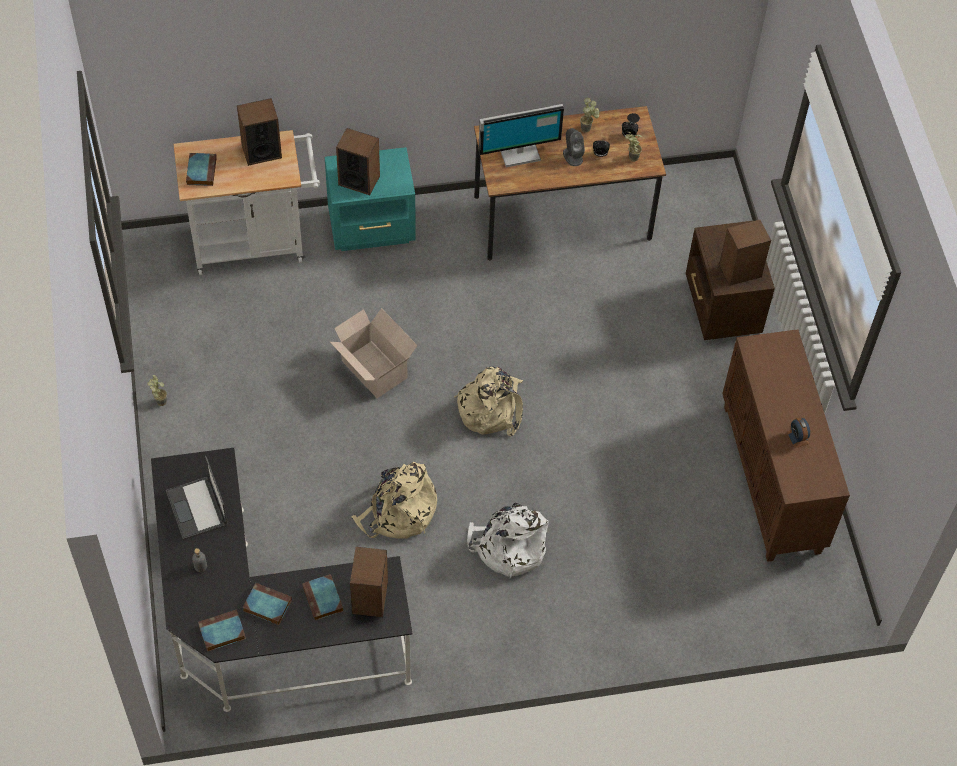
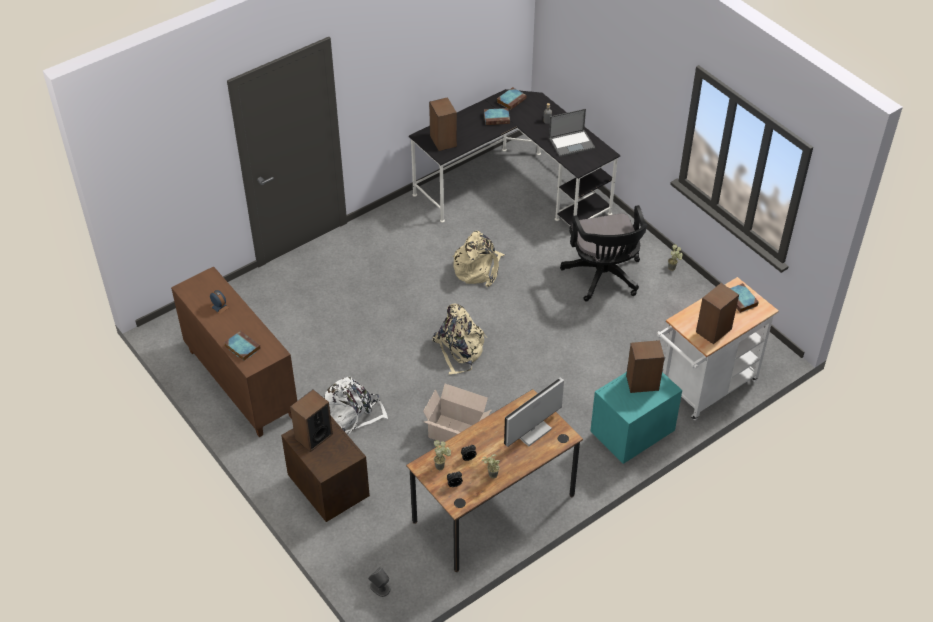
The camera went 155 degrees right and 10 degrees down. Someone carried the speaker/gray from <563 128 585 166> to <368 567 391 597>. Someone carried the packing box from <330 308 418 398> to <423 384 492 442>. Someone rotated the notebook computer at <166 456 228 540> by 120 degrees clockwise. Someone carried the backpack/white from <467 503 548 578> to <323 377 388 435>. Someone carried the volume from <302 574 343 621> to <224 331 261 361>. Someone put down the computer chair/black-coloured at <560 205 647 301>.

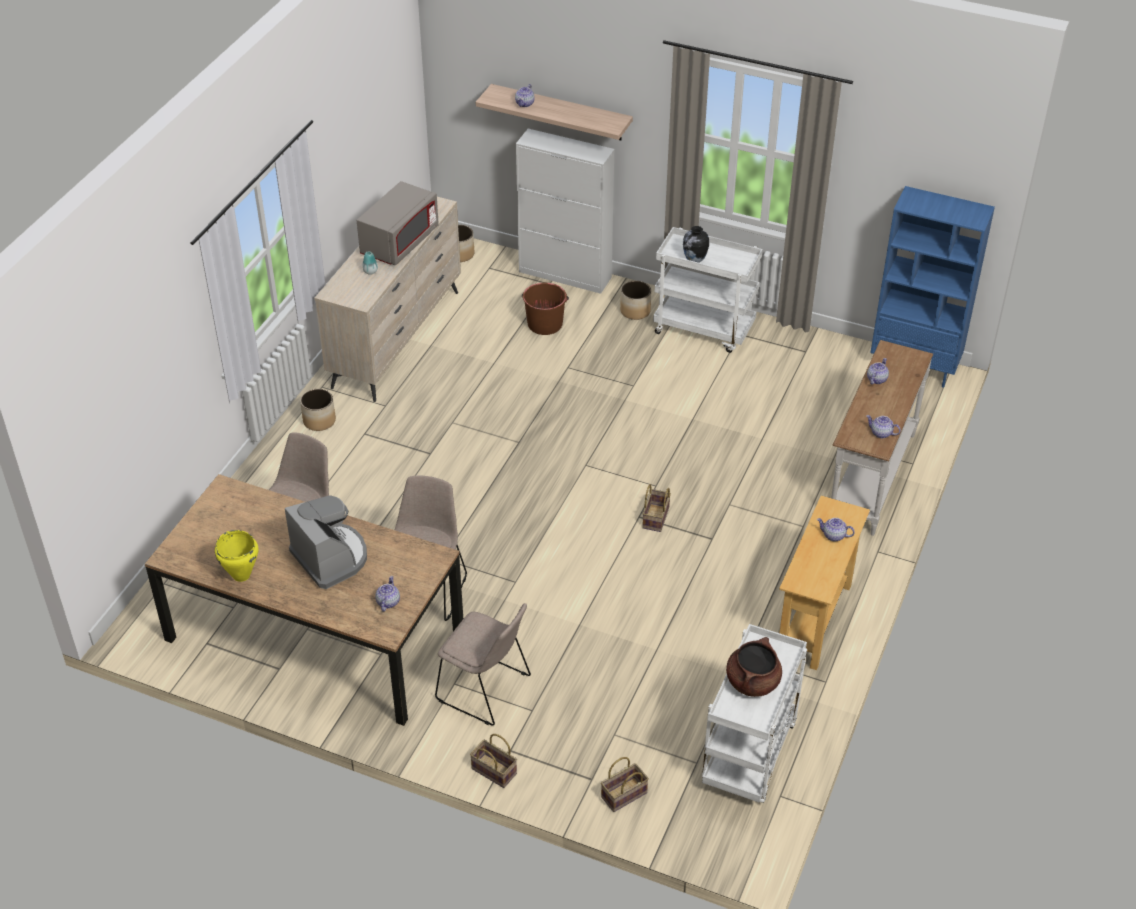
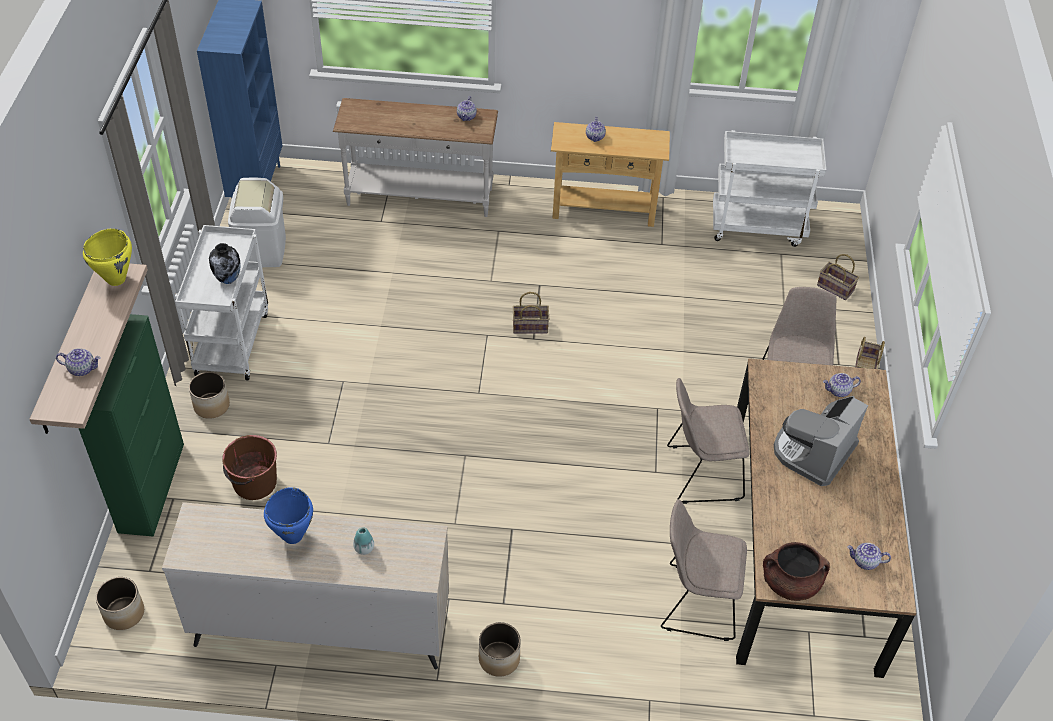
The camera went 110 degrees left and 5 degrees up. Someone repainted the cabinet/white at <516 129 615 294>, which became the cabinet/green at <78 314 184 537>. Someone swapped the kitchen microwave/gray at <357 181 439 265> for the cooking pot/blue at <264 487 313 544>. Someone carried the pot for tea from <867 358 889 385> to <847 543 891 570>. Someone carried the cooking pot/yellow-coloured from <215 530 258 582> to <83 228 132 286>. Someone carried the cooking pot/brownish from <726 637 782 697> to <763 542 830 601>. Someone put down the waste bin/white at <228 177 286 267>.

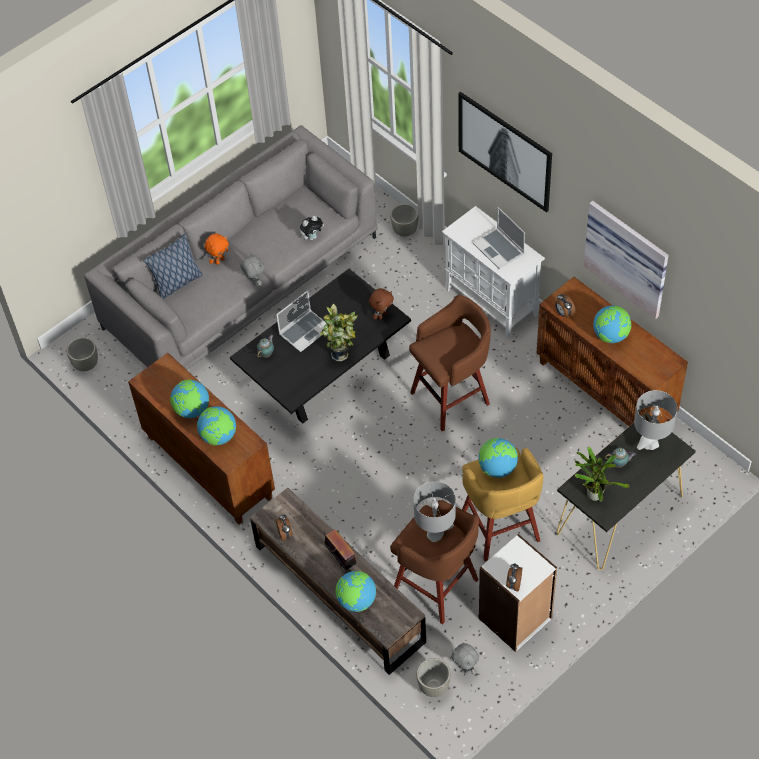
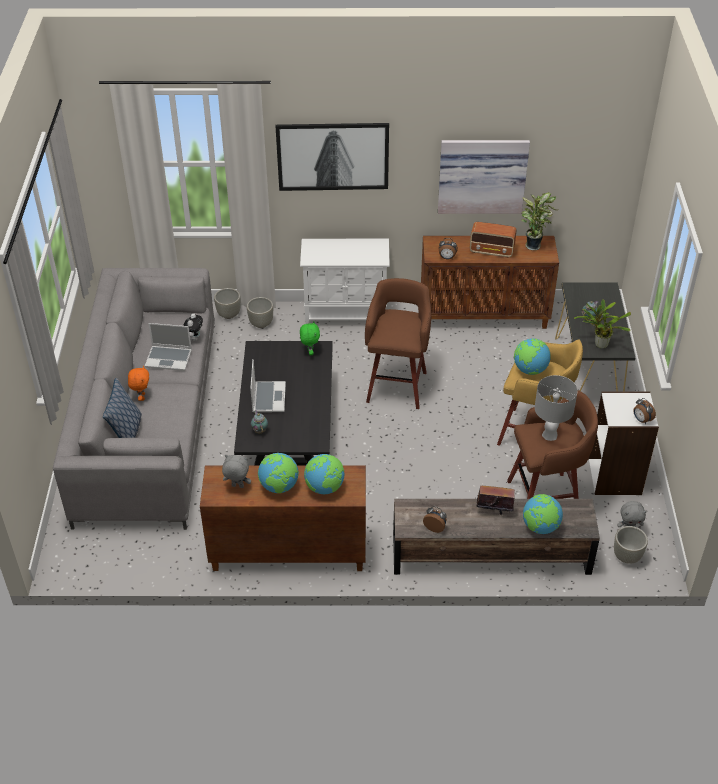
The camera went 50 degrees left and 10 degrees down. Someone carried the notebook computer from <473 207 525 269> to <145 323 192 371>. Someone carried the plush toy/gray from <240 253 264 286> to <222 455 251 488>. Someone repainted the plush toy/brownish at <369 288 394 320>, which became the plush toy/green at <300 321 320 355>. Someone carried the potted plant from <320 304 357 361> to <521 192 558 250>. Someone swapped the globe at <593 306 631 343> for the radio at <470 222 516 258>. Someone carried the flower pot/gray from <67 337 98 372> to <247 297 273 328>. Someone took away the table lamp/gray at <634 390 677 450>.

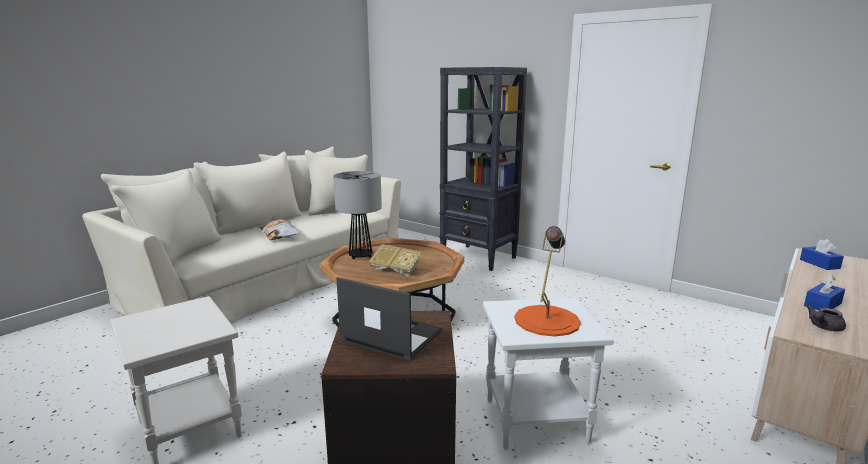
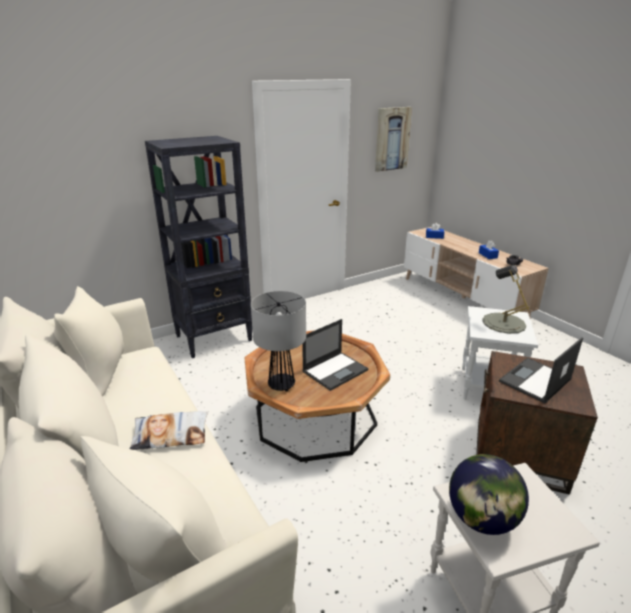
The camera went 70 degrees left and 10 degrees up. Someone repainted the table lamp/orange-coloured at <514 226 581 337>, which became the table lamp/gray at <482 265 530 334>. Someone swapped the volume at <369 244 422 277> for the notebook computer at <302 319 368 391>. Someone put up the picture at <375 107 412 172>. Someone put down the globe at <449 454 529 535>.

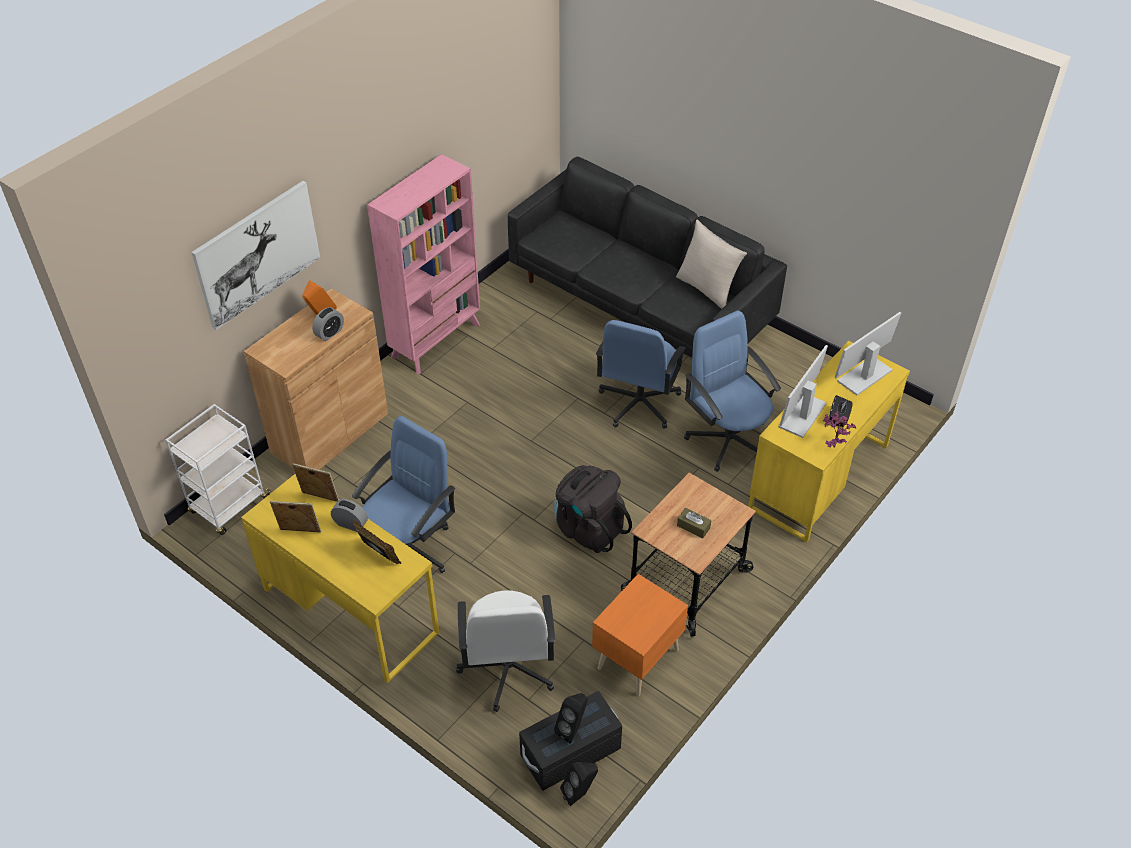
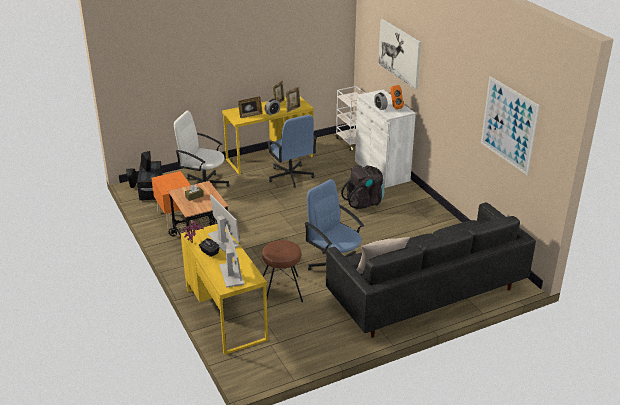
The camera went 115 degrees right and 15 degrees down. Someone took away the bookcase/pink at <367 154 480 374>. Someone repainted the cabinet/brownish at <244 288 388 470>, which became the cabinet/white at <355 90 416 188>. Someone swapped the computer chair/blue at <684 311 781 472> for the sitting stool/brownish at <262 240 303 302>. Someone carried the backpack/black-coloured from <554 465 632 553> to <341 165 384 210>. Someone put up the picture at <481 76 540 176>.

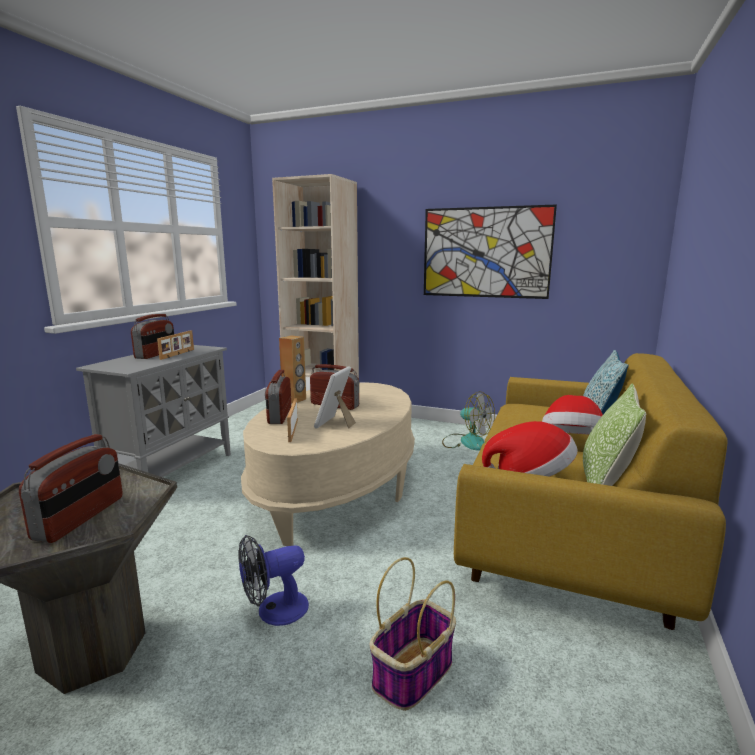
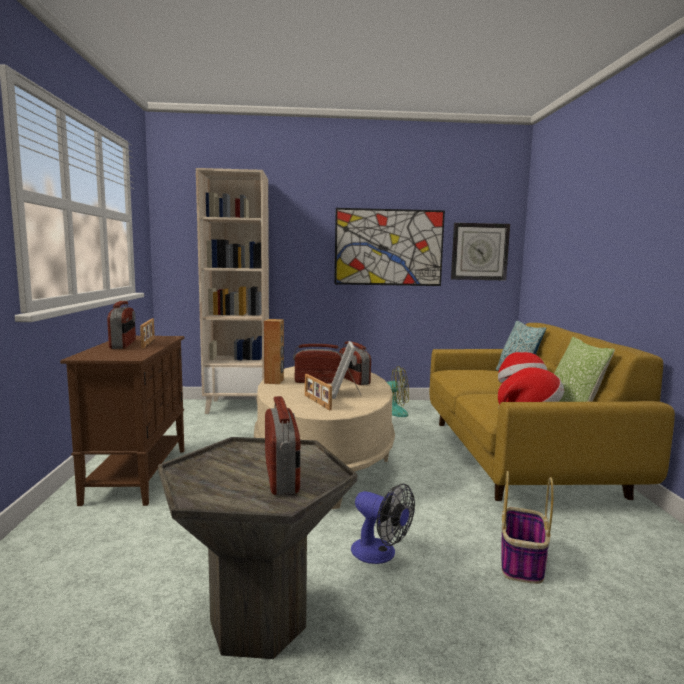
The camera went 25 degrees left and 5 degrees down. Someone repainted the cabinet/gray at <76 345 231 477>, which became the cabinet/brownish at <60 336 184 506>. Someone carried the radio from <265 370 291 424> to <339 341 371 385>. Someone rotated the fan at <238 535 309 626> by 90 degrees counterclockwise. Someone put up the hanging clock at <451 223 510 280>.

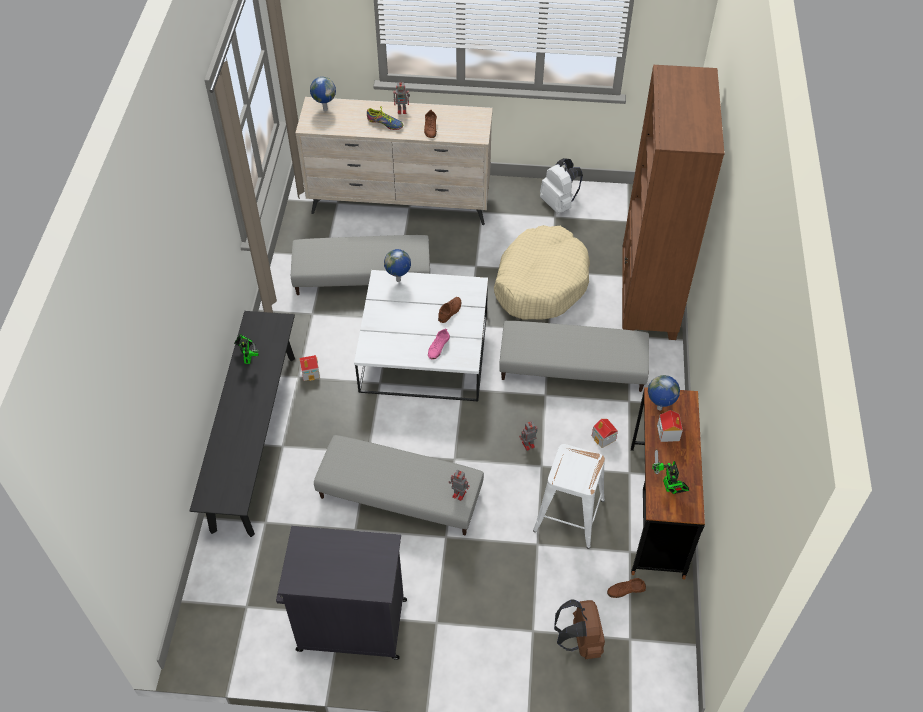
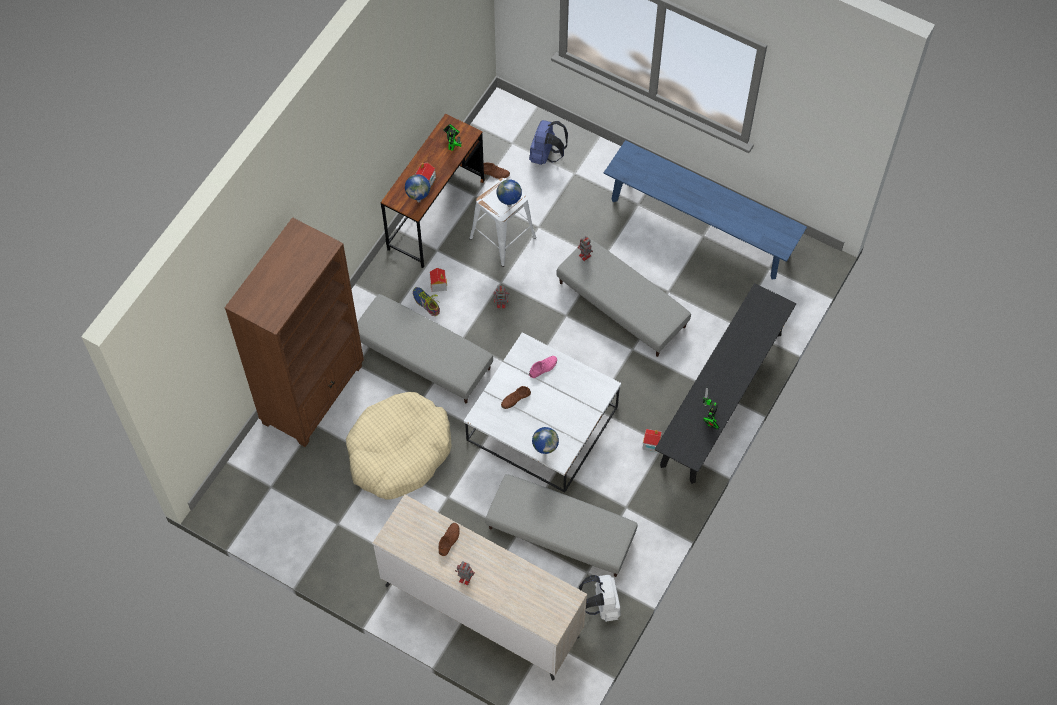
The camera went 155 degrees left and 10 degrees up. Someone carried the globe from <310 77 336 111> to <497 180 522 207>. Someone carried the low shoe from <367 106 403 130> to <413 287 440 316>. Someone carried the backpack/white from <540 158 583 213> to <579 575 621 622>. Someone swapped the cabinet/black-coloured at <276 526 407 660> for the indoor bench/blue at <604 140 807 279>. Someone repainted the backpack/brownish at <554 599 605 659>, which became the backpack/blue at <529 120 568 165>.

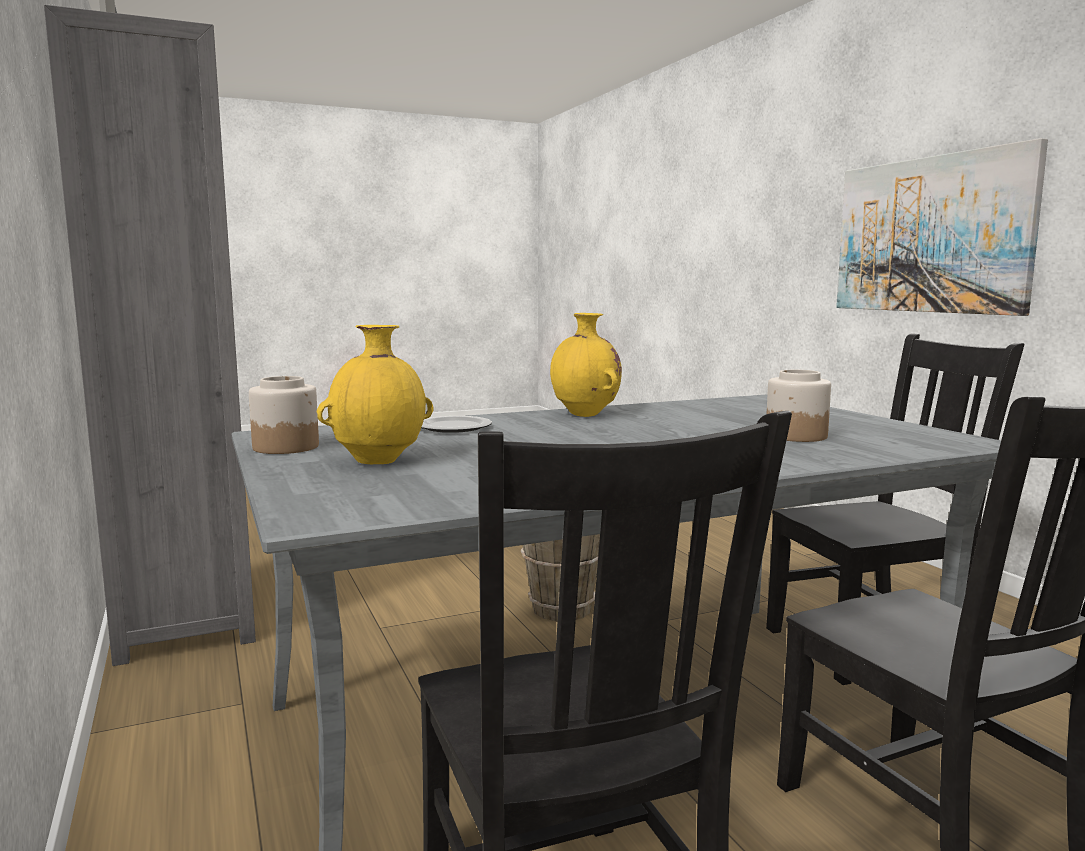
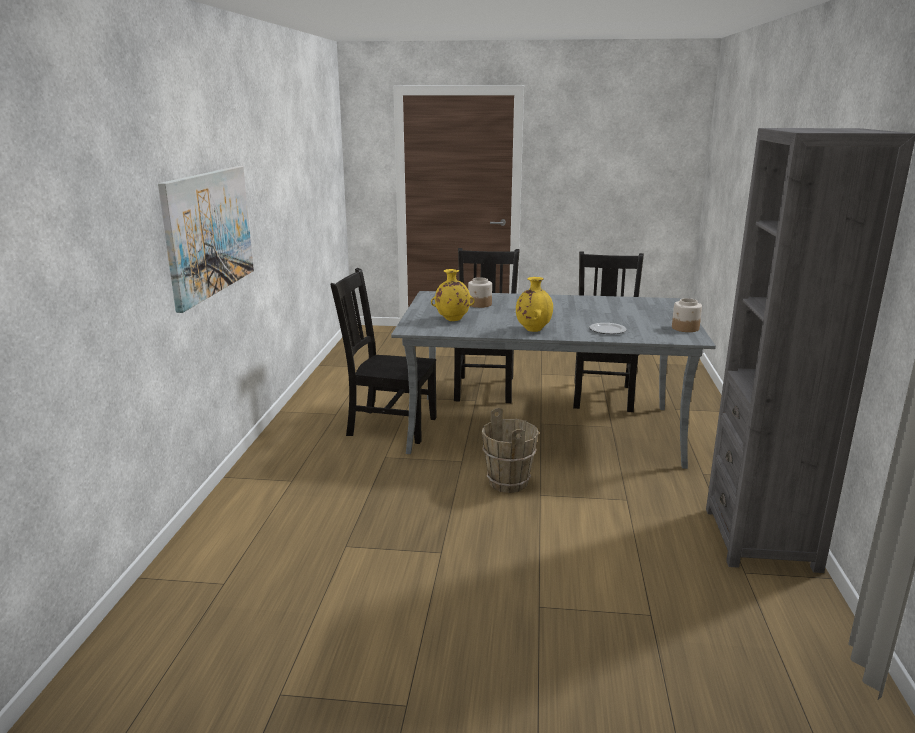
The camera went 150 degrees left and 10 degrees up. Someone carried the decorative vase/yellow-coloured from <317 325 433 464> to <431 269 475 321>.

